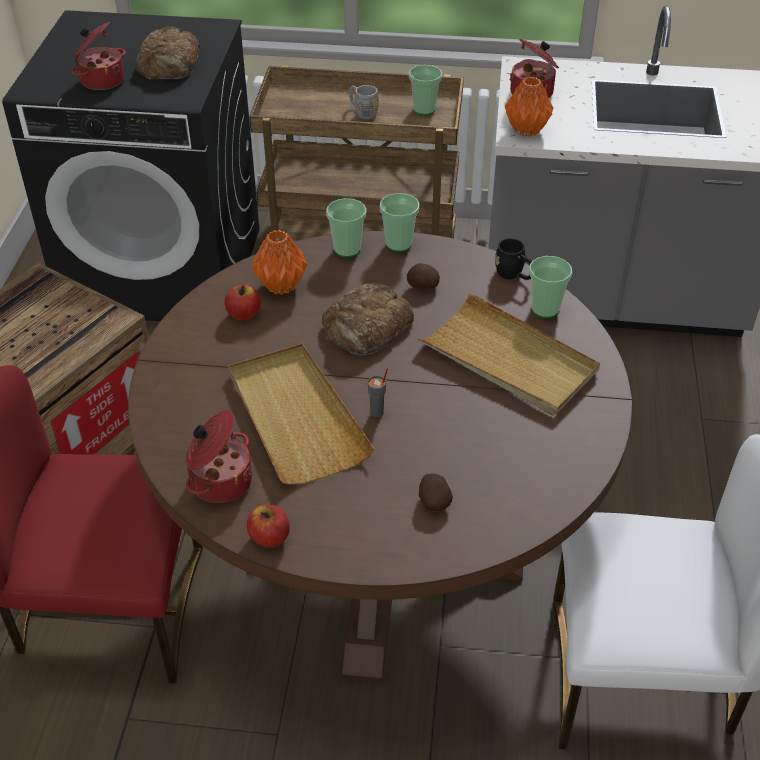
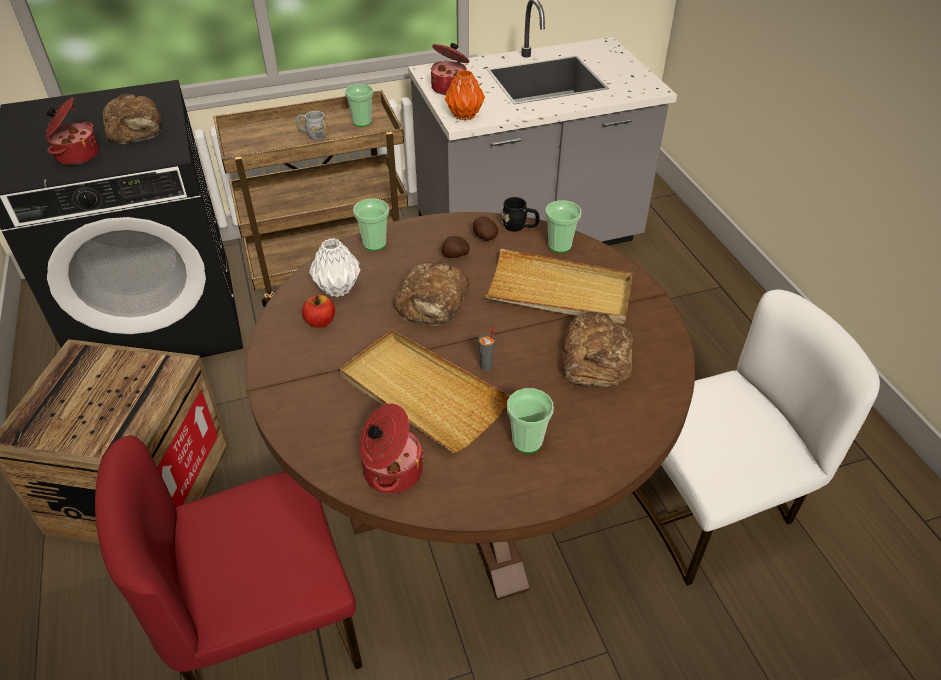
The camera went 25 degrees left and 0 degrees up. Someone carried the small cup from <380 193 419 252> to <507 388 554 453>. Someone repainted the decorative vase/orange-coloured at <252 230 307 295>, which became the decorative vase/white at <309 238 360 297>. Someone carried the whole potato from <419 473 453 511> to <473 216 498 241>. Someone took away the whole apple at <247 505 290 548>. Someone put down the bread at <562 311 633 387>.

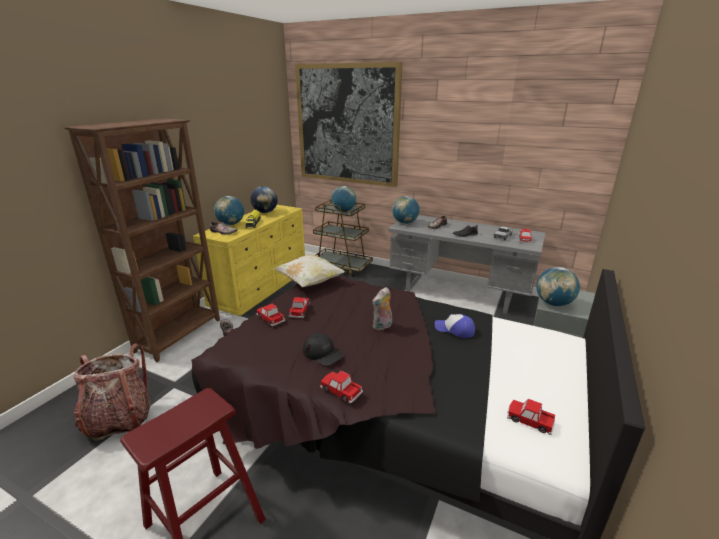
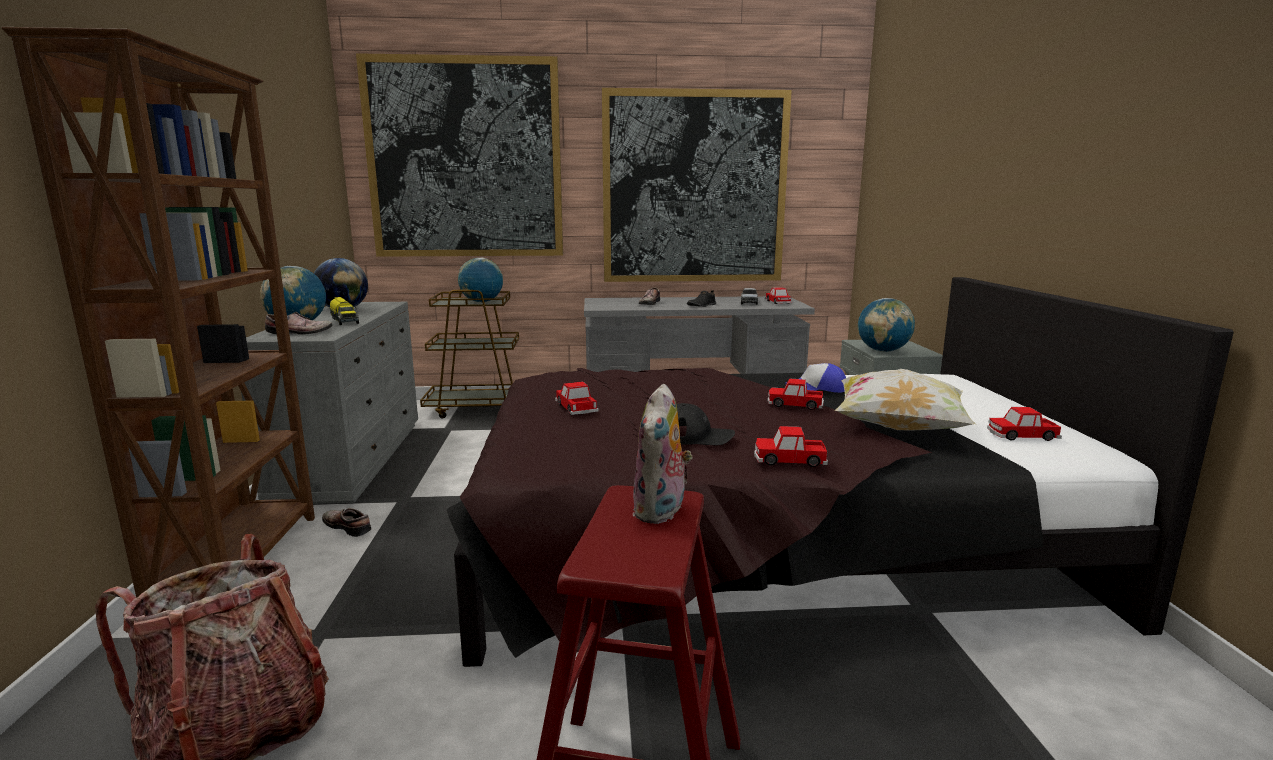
The camera went 30 degrees left and 10 degrees down. Someone took away the globe at <392 196 419 224>. Someone repainted the dresser/yellow-coloured at <193 205 305 316>, which became the dresser/gray at <241 302 418 504>. Someone carried the cushion from <273 255 346 287> to <835 369 976 430>. Someone carried the plush toy from <372 287 392 331> to <632 384 692 524>. Someone carried the model car from <256 304 286 326> to <767 379 824 410>. Someone put up the picture at <602 88 792 282>.

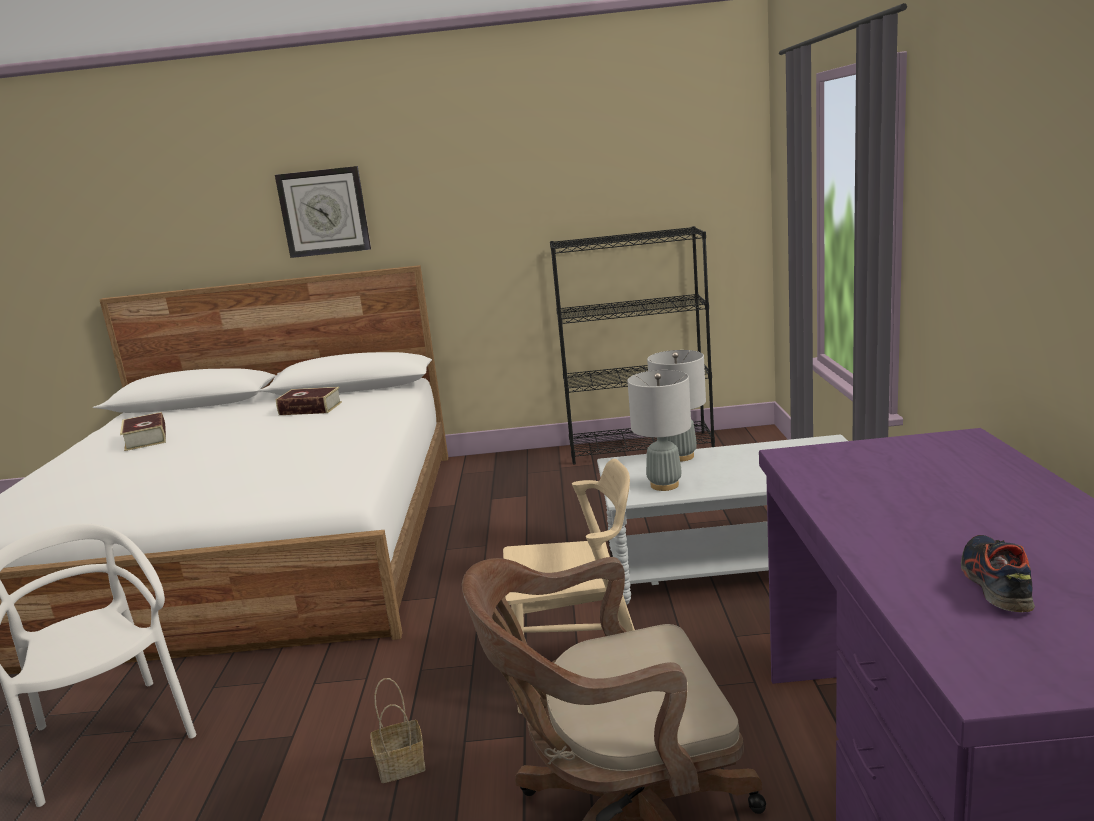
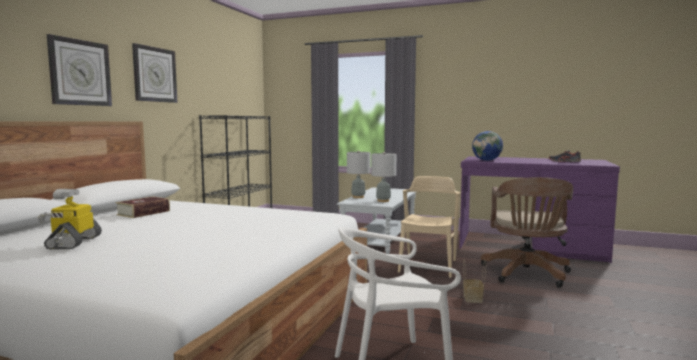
The camera went 70 degrees left and 10 degrees down. Someone swapped the volume at <120 412 166 451> for the robot figure at <38 189 102 250>. Someone put up the hanging clock at <132 43 177 103>. Someone put down the globe at <472 131 503 161>.

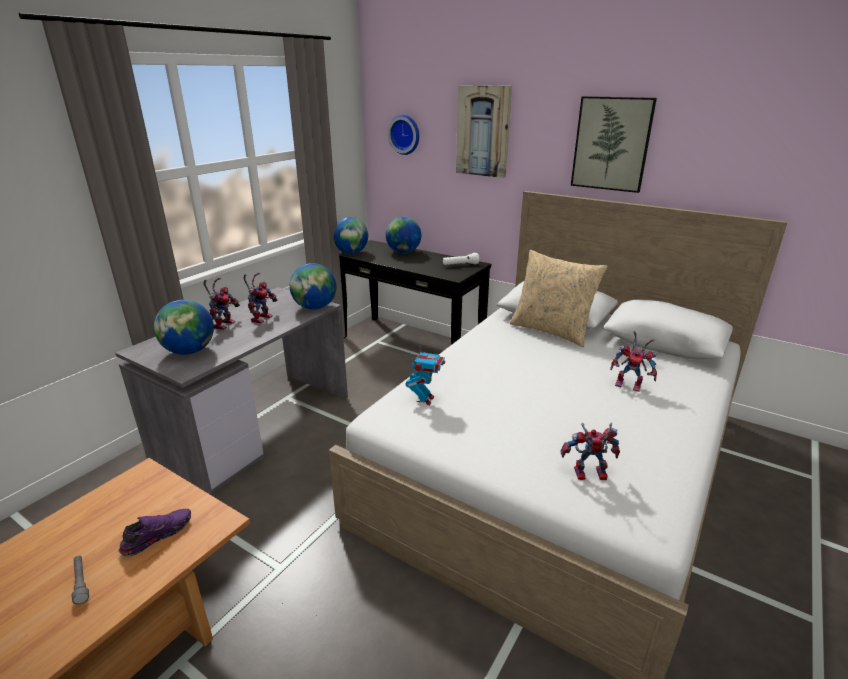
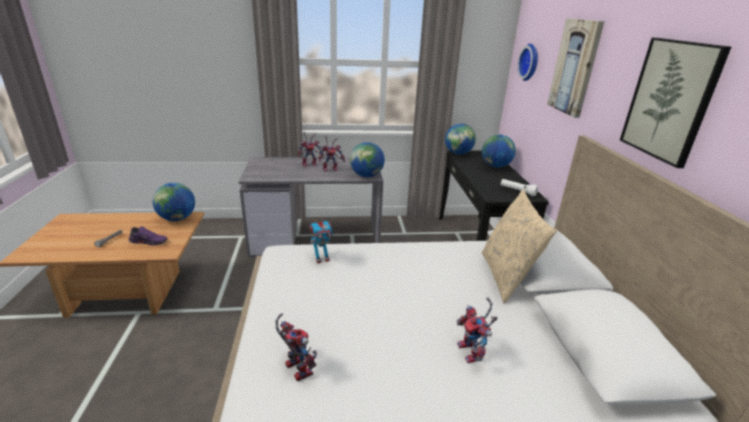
The camera went 50 degrees right and 0 degrees up. Someone carried the globe from <154 300 214 355> to <153 183 195 221>.

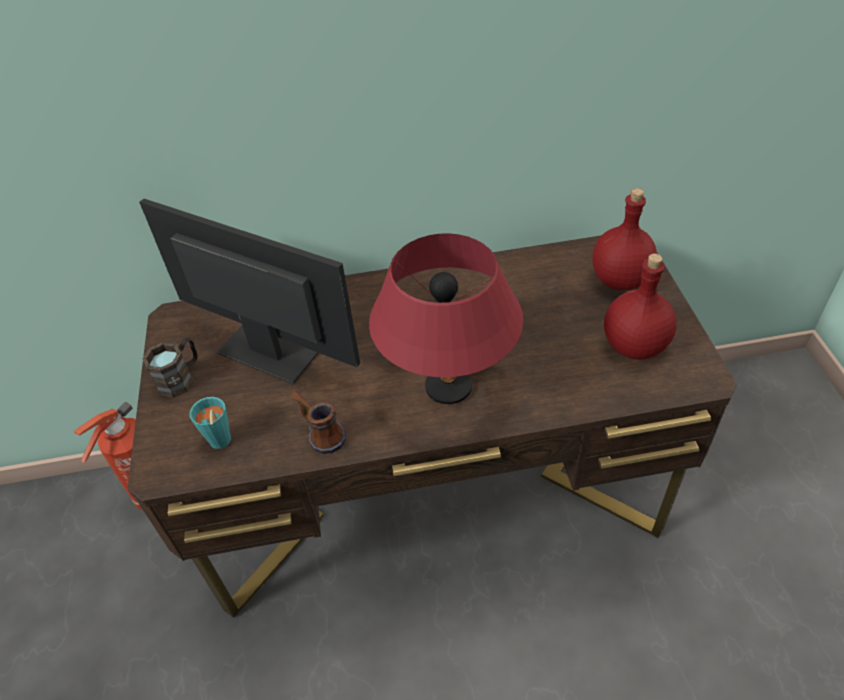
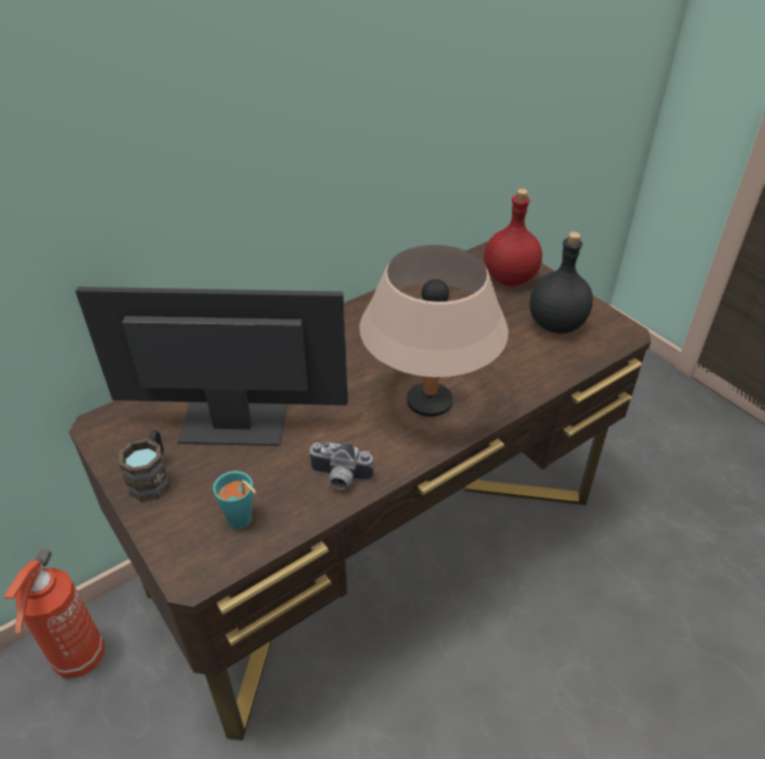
The camera went 30 degrees left and 5 degrees down. Someone repainted the table lamp/red-coloured at <369 233 524 404>, which became the table lamp/beige-coloured at <360 245 509 417>. Someone repainted the bottle/red-coloured at <604 253 677 360>, which became the bottle/black-coloured at <530 232 593 334>. Someone swapped the coffee mug at <291 391 346 454> for the still camera at <308 442 373 490>.

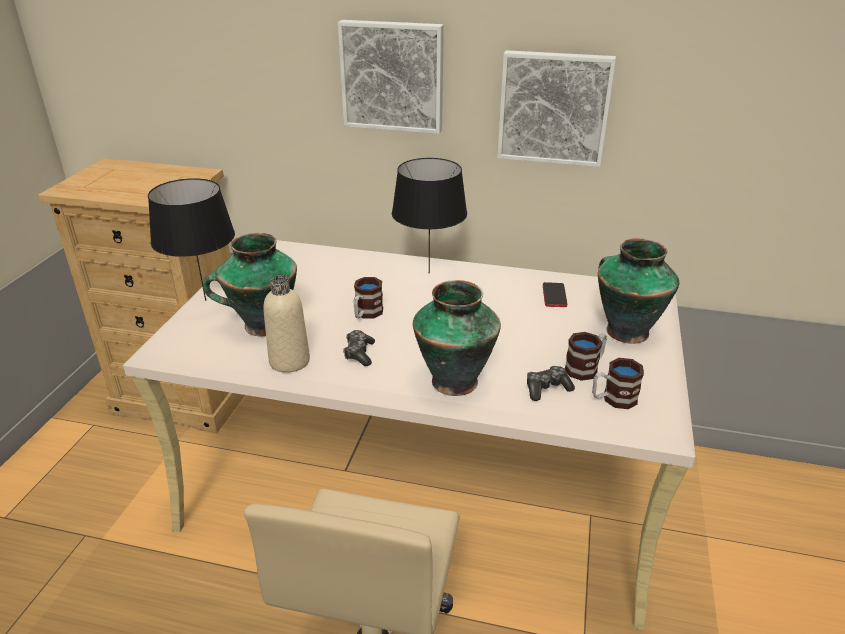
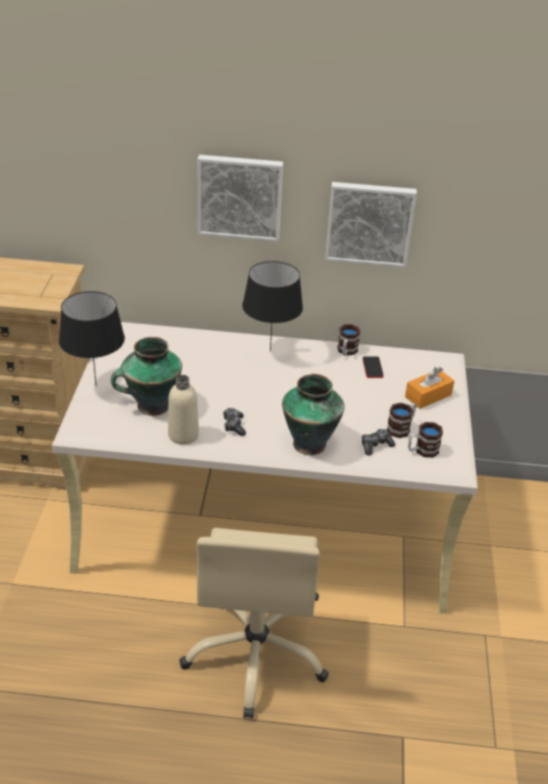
The camera went 10 degrees left and 5 degrees up. Someone swapped the decorative vase at <598 238 679 344> for the tissue holder/orange-coloured at <405 367 454 409>. Someone carried the coffee mug from <353 277 383 319> to <337 324 360 356>.

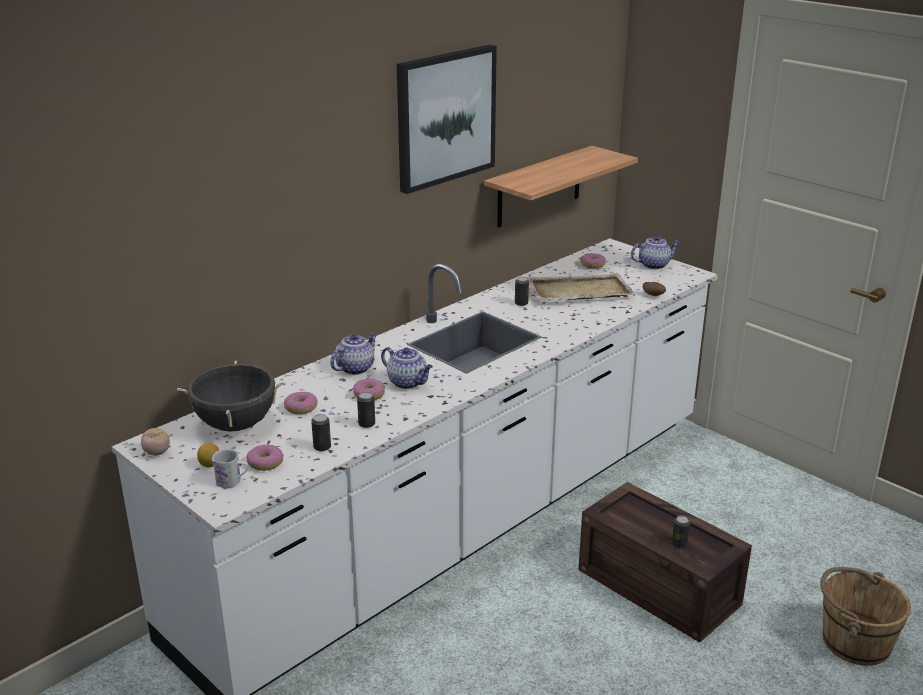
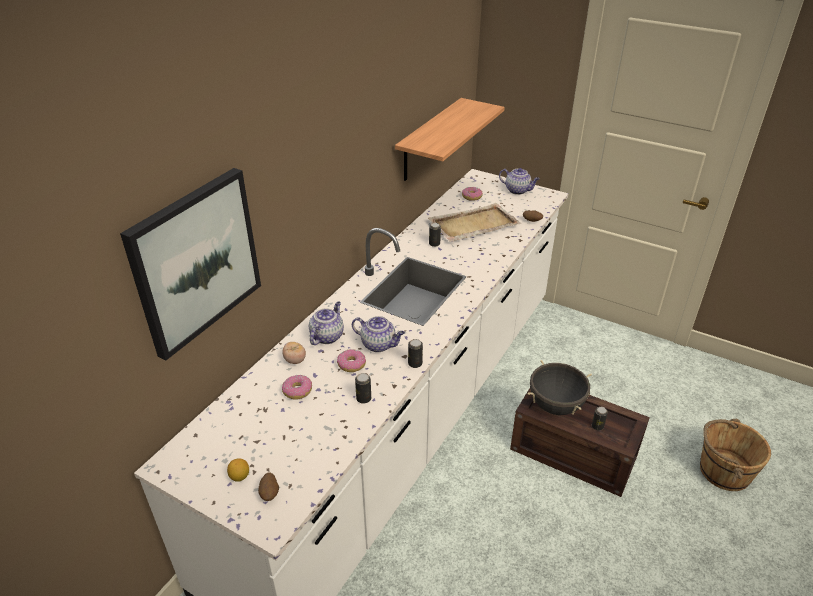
The camera went 15 degrees left and 10 degrees up. Someone carried the picture from <397 45 497 194> to <120 168 261 360>. Someone rotated the pot for tea at <631 236 680 269> by 60 degrees clockwise. Someone carried the cooking pot/black-coloured from <177 360 286 431> to <527 360 592 415>. Someone carried the can from <311 414 331 451> to <408 339 423 368>. Someone carried the whole tomato from <141 428 170 456> to <282 342 306 364>. Someone took away the donut at <246 445 284 471>. Someone swapped the coffee mug/white at <212 449 248 488> for the whole potato at <258 472 279 501>.

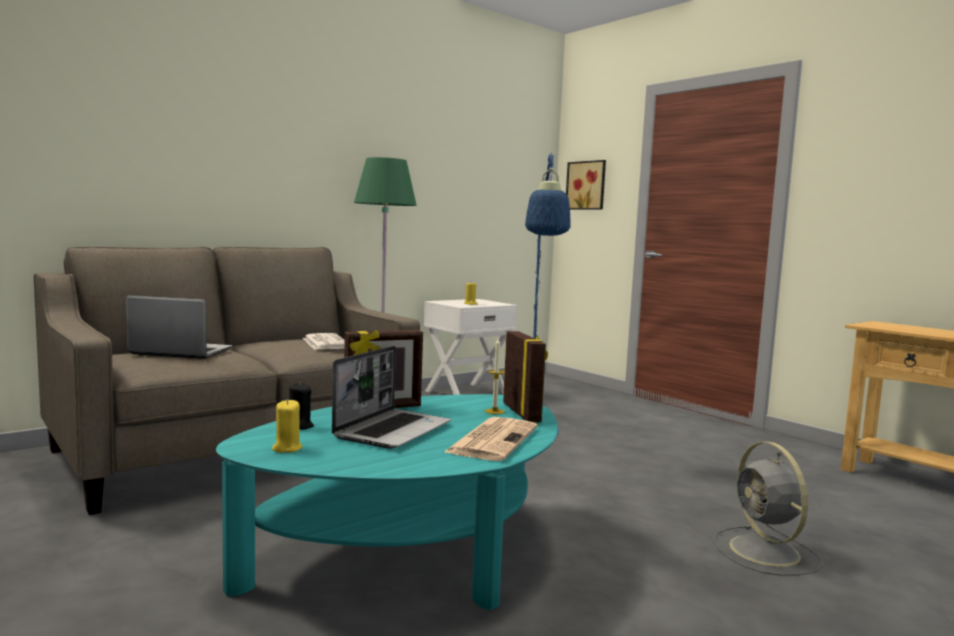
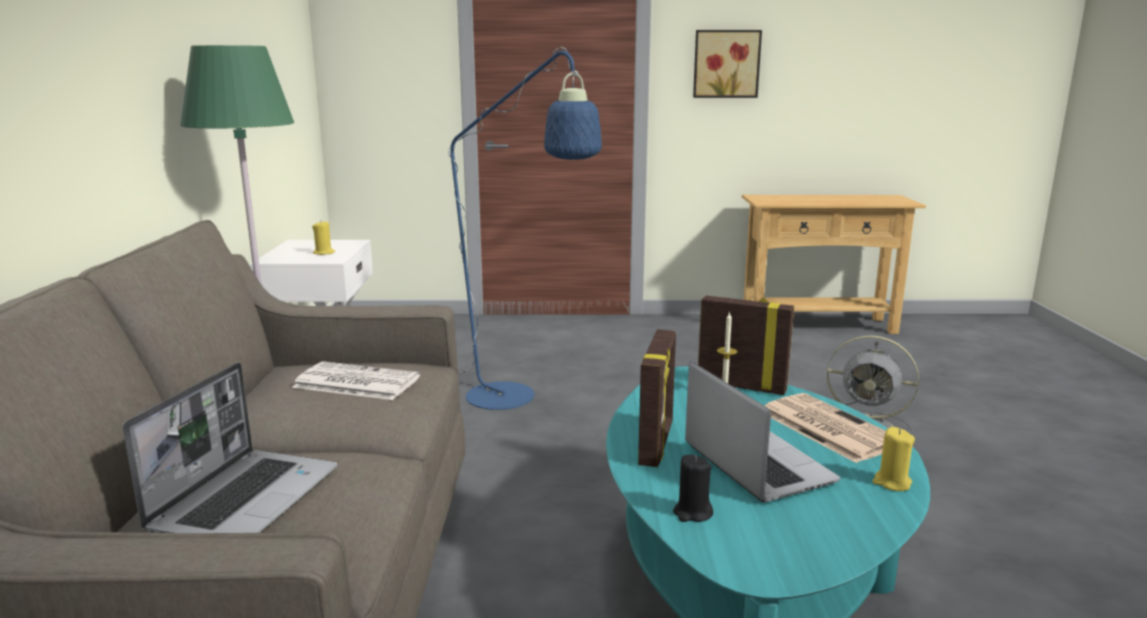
The camera went 50 degrees left and 10 degrees up. Someone carried the picture from <566 160 606 210> to <693 30 762 98>. Someone rotated the notebook computer at <126 295 232 359> by 150 degrees clockwise. Someone carried the wax candle/yellow-coloured from <272 399 302 453> to <873 427 915 491>.

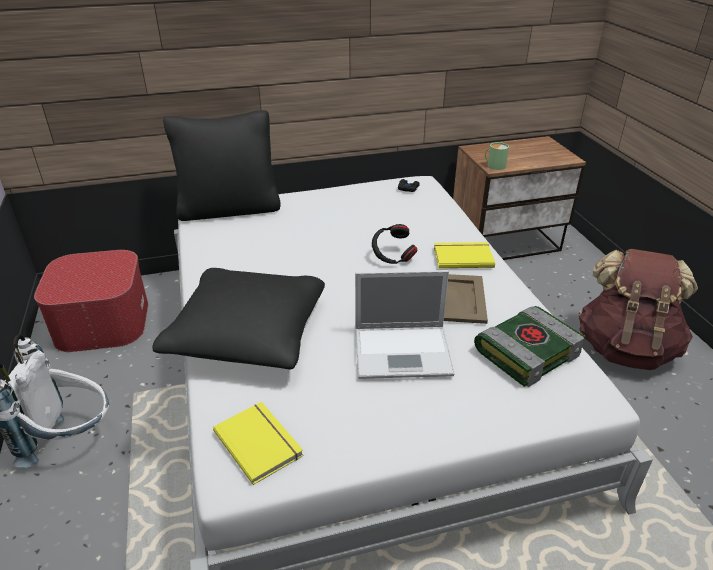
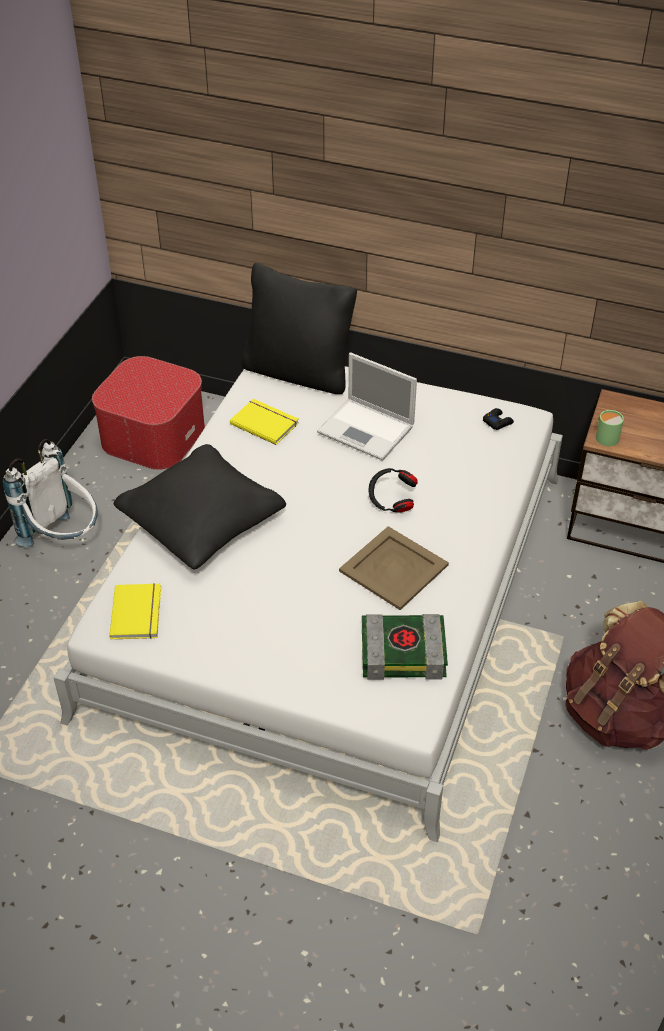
The camera went 35 degrees right and 10 degrees up. Someone carried the volume/yellow-coloured from <434 242 495 268> to <230 399 299 445>. Someone carried the notebook computer from <355 270 455 379> to <317 353 417 461>.

